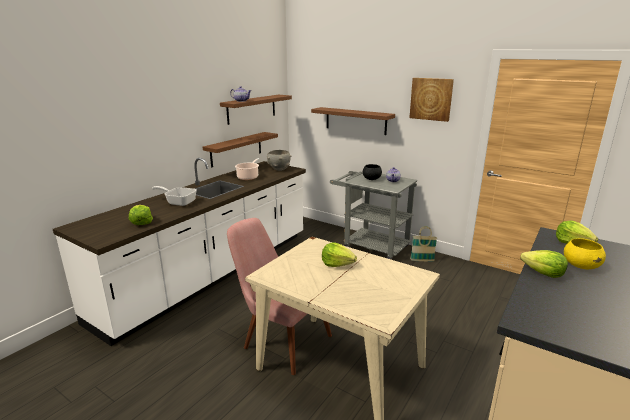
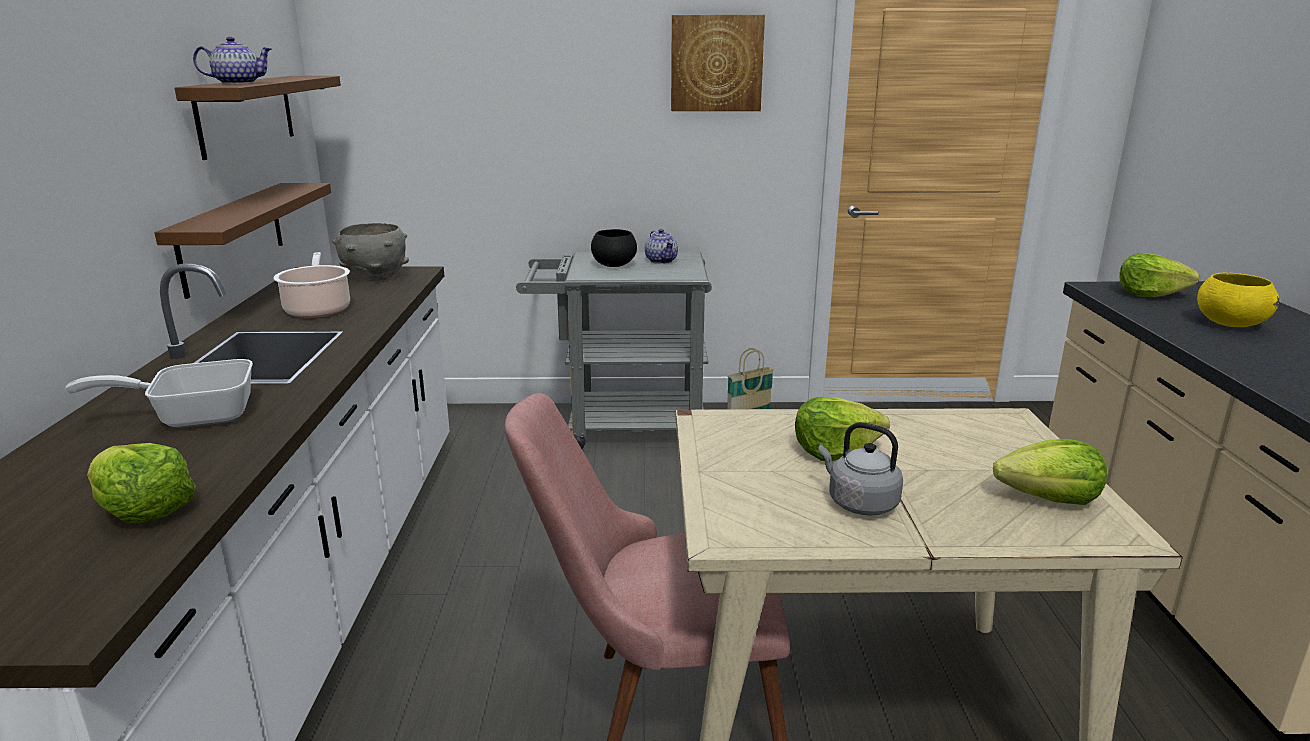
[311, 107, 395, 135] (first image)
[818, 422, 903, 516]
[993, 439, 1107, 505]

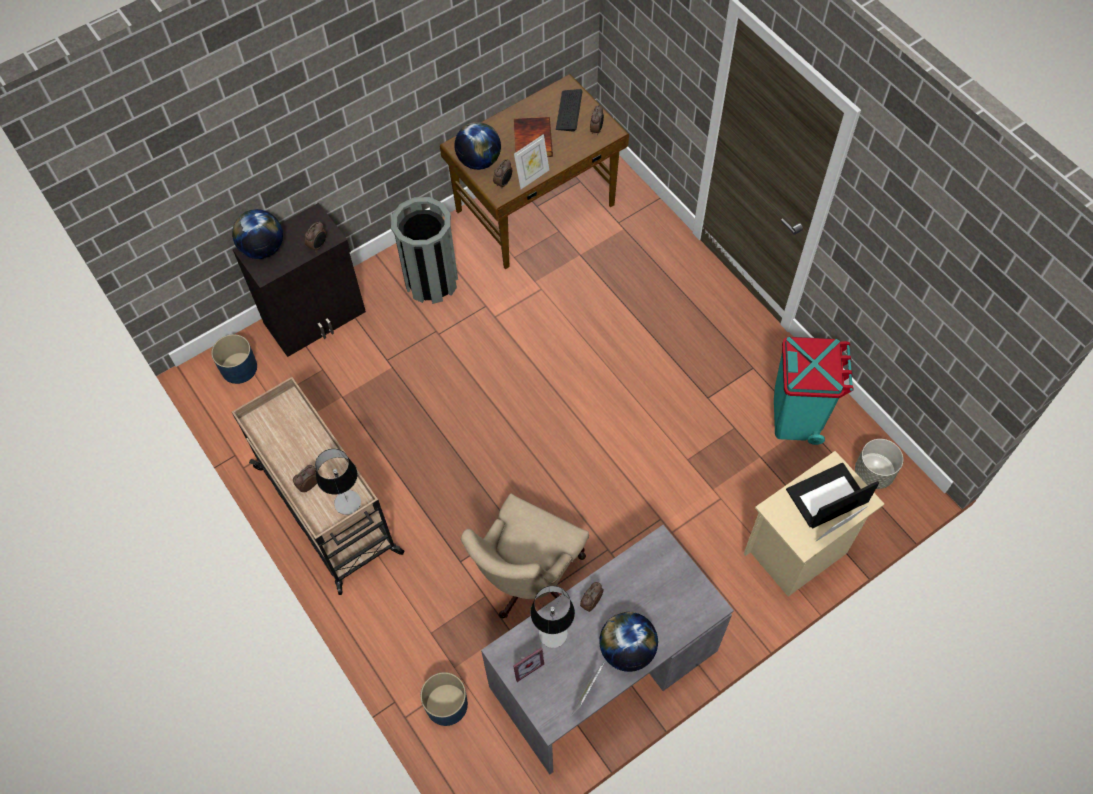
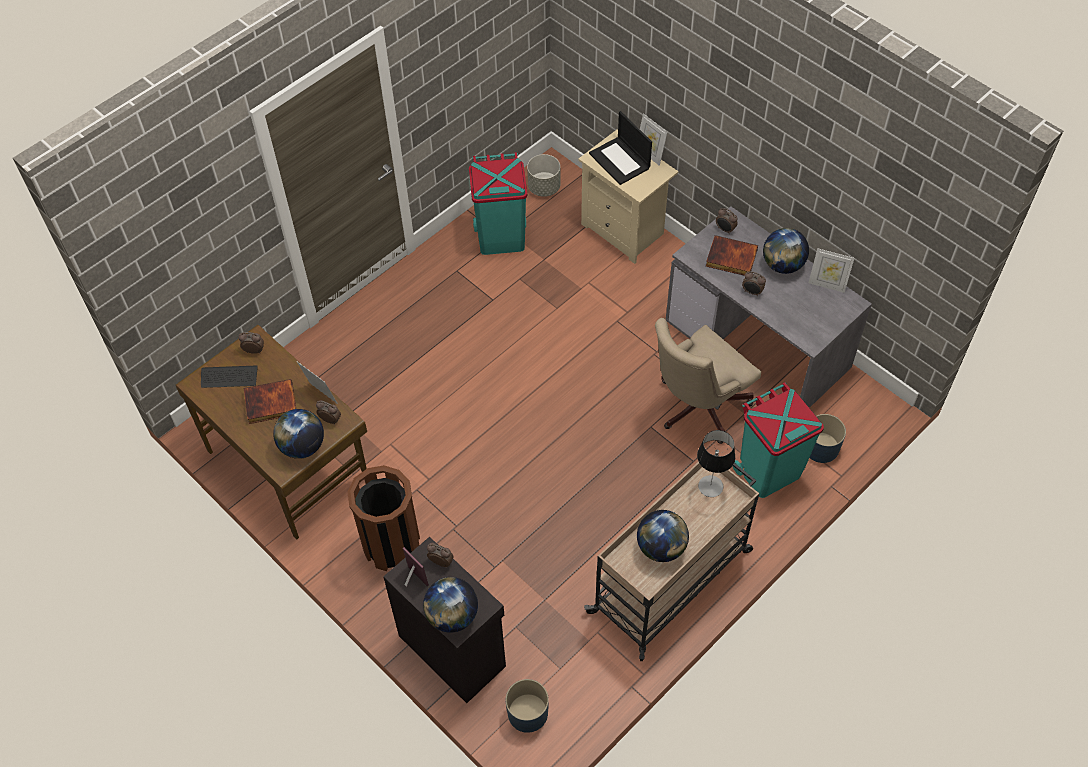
[530, 586, 575, 648] (first image)
[637, 510, 689, 562]
[706, 235, 758, 276]
[733, 382, 824, 498]
[716, 208, 738, 234]
[403, 547, 429, 587]
[347, 465, 420, 571]
[655, 318, 761, 444]

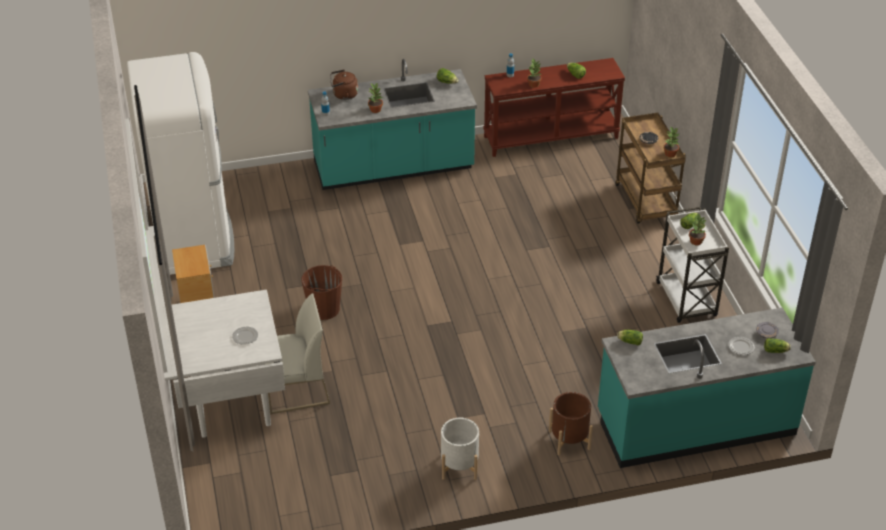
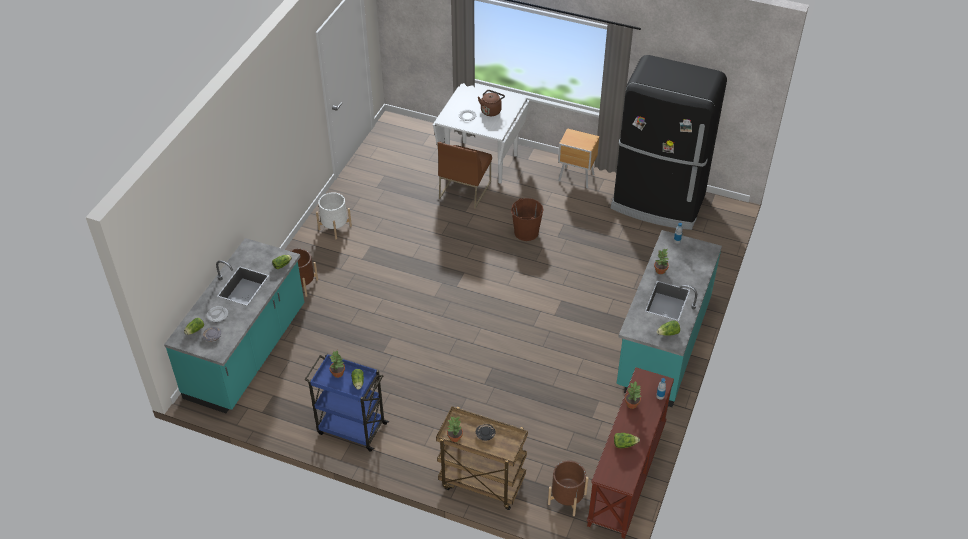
[548, 460, 589, 516]
[478, 90, 505, 116]
[611, 55, 727, 230]
[438, 142, 492, 209]
[304, 353, 389, 452]

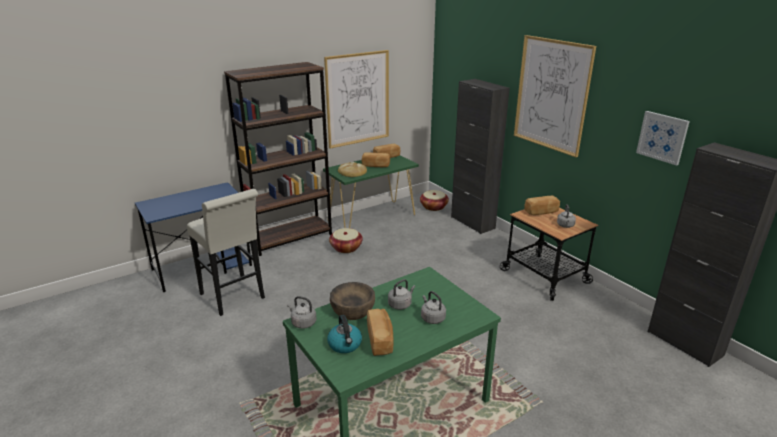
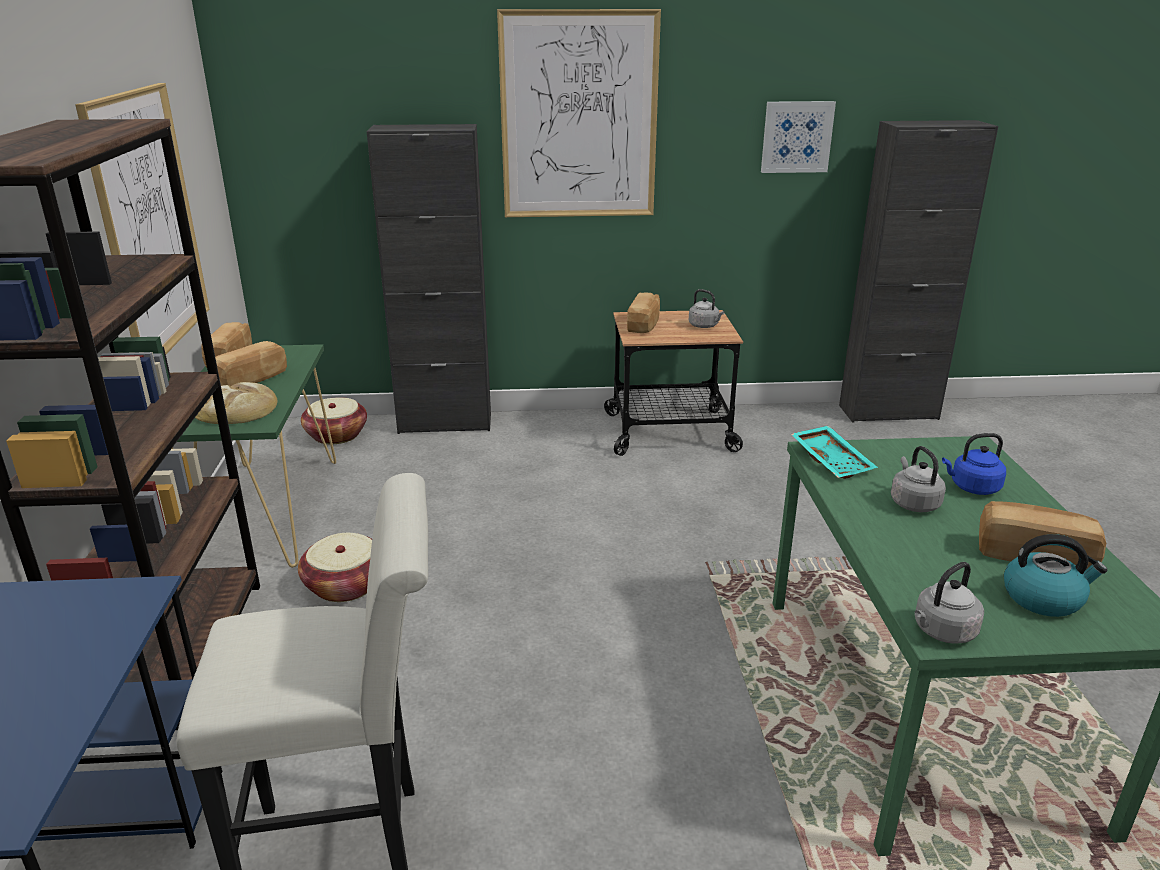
[330, 282, 375, 320] (first image)
[791, 426, 878, 479]
[942, 433, 1006, 495]

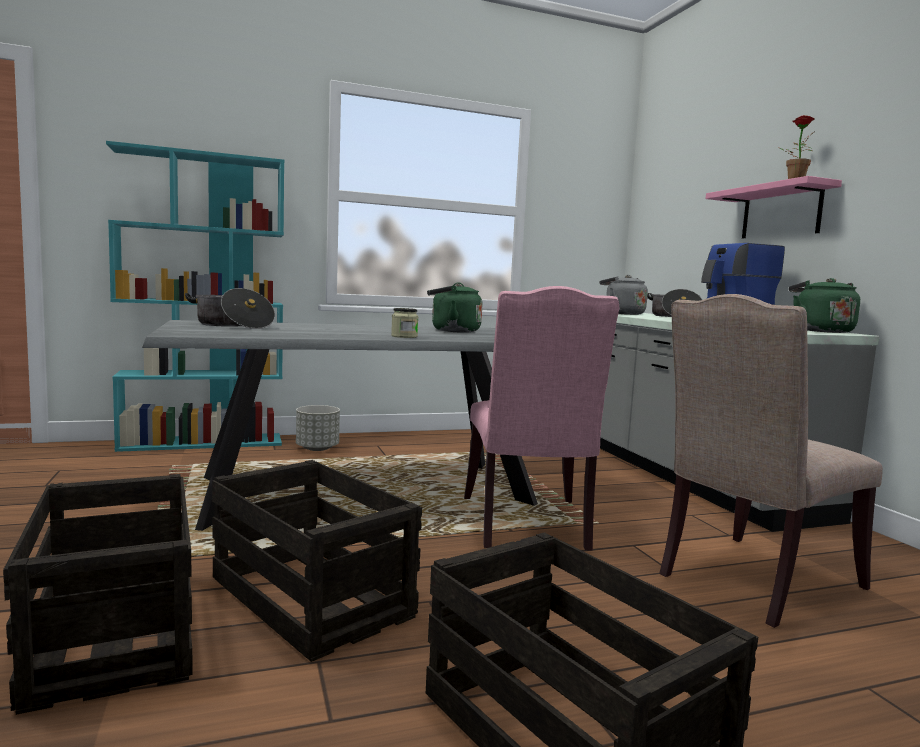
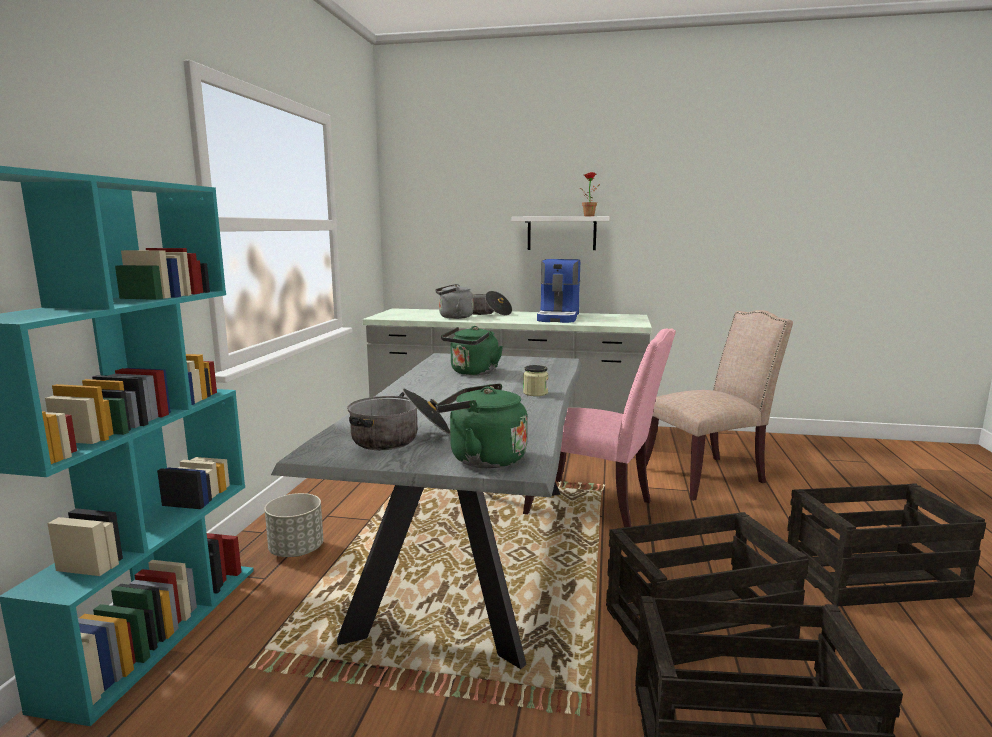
[436, 383, 527, 468]
[512, 216, 609, 250]
[646, 310, 793, 501]

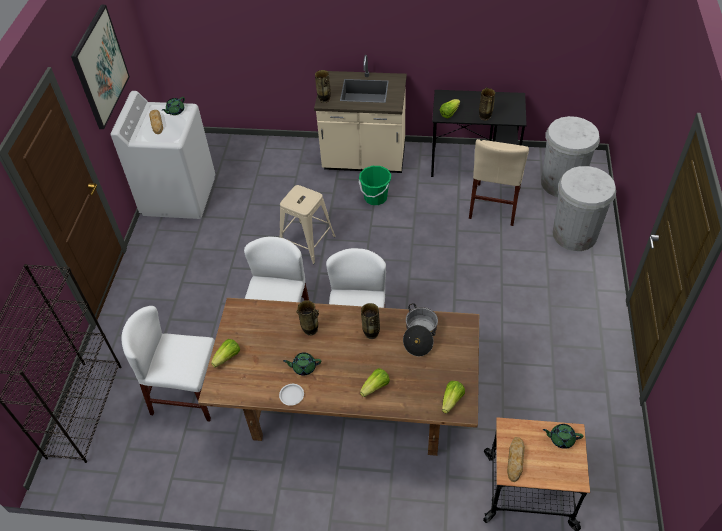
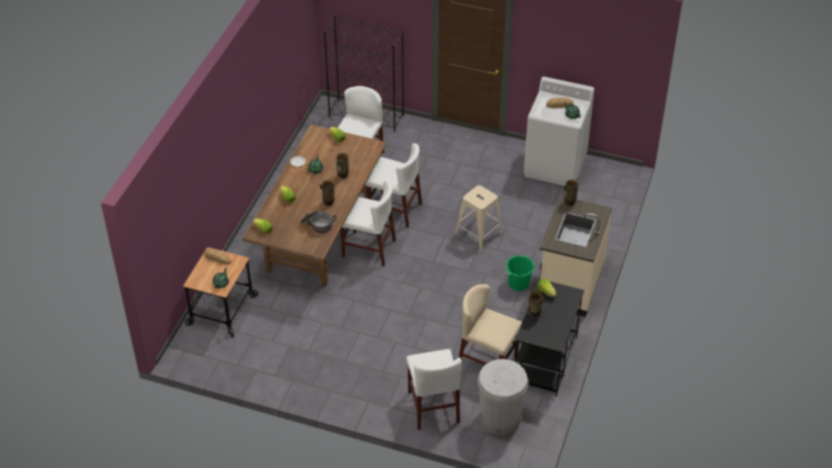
[71, 5, 130, 129] (first image)
[406, 349, 462, 430]

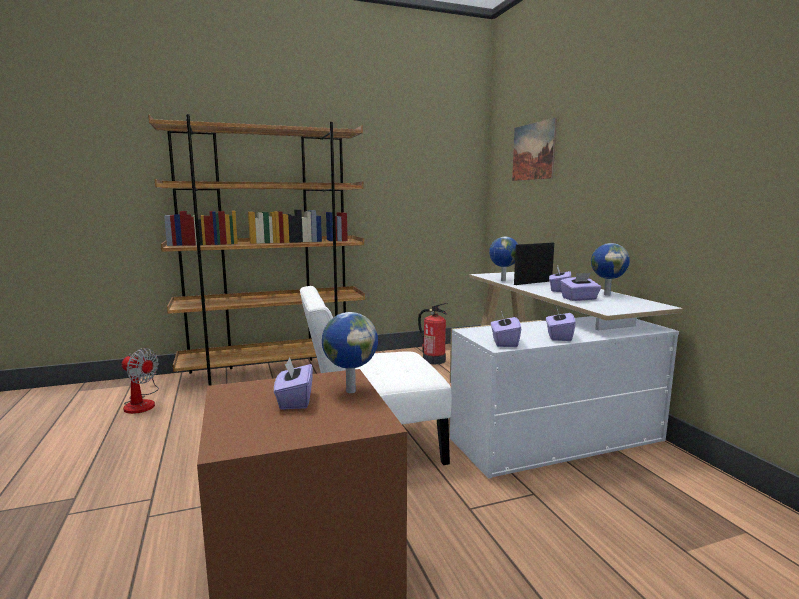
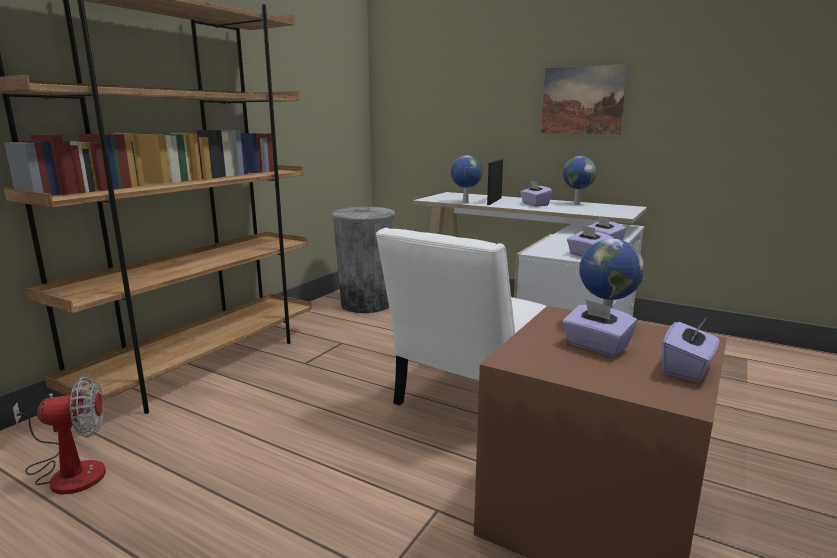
[541, 64, 628, 134]
[662, 319, 719, 382]
[332, 207, 395, 313]

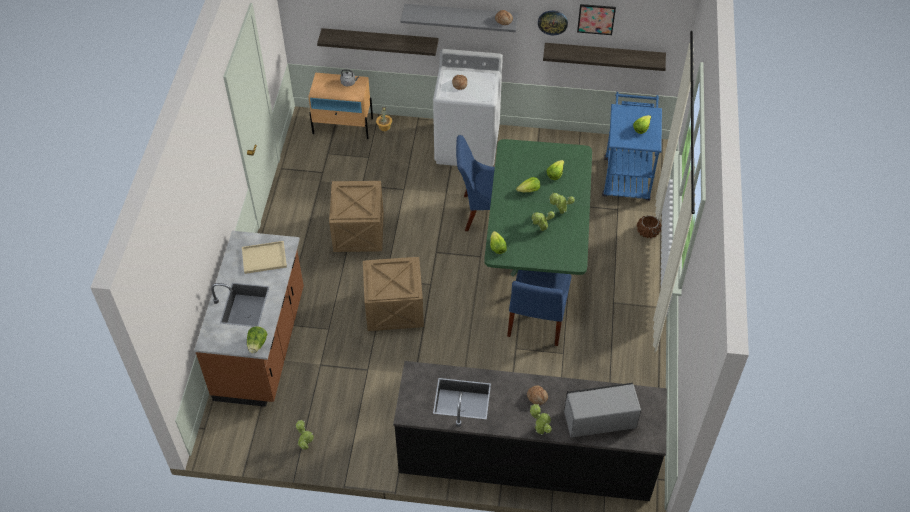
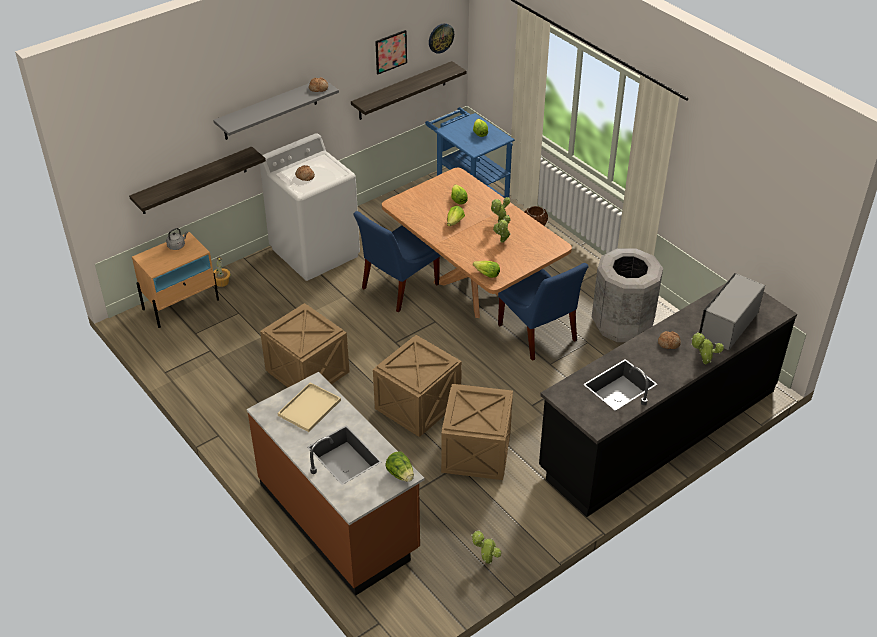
[441, 384, 513, 480]
[592, 249, 663, 342]
[429, 23, 454, 54]
[382, 168, 572, 318]

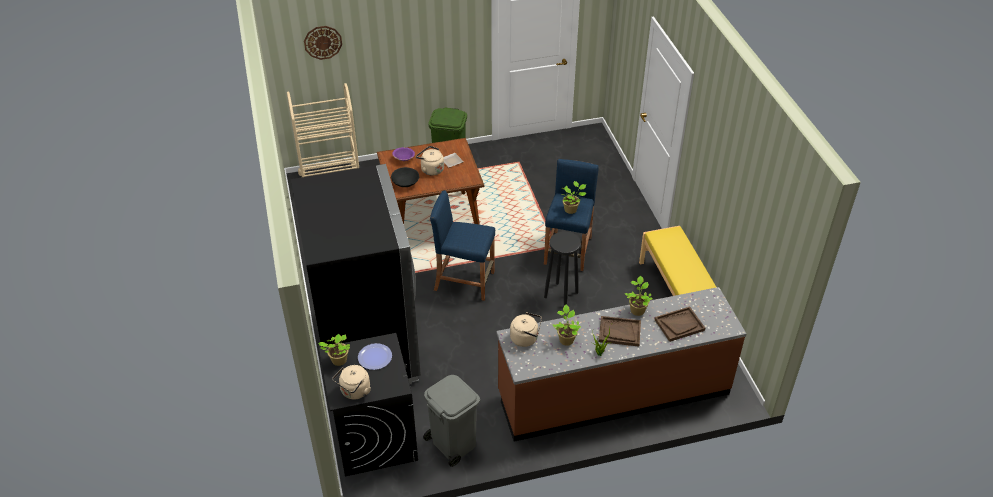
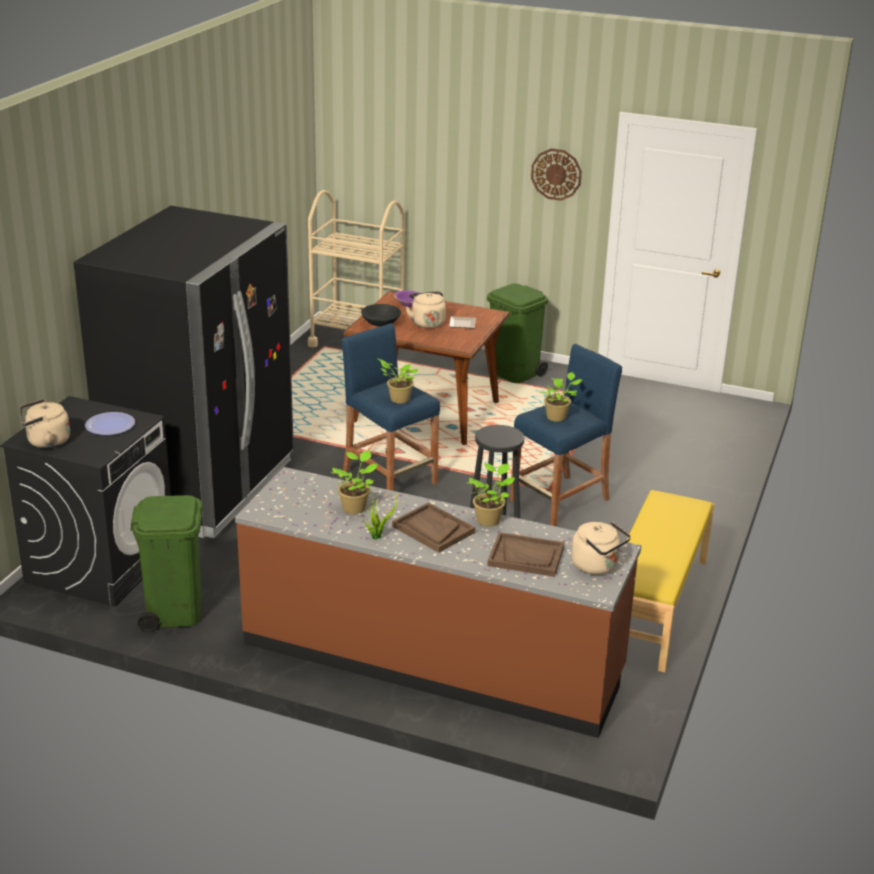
[531, 148, 582, 201]
[378, 359, 418, 404]
[572, 521, 631, 575]
[130, 495, 203, 632]

